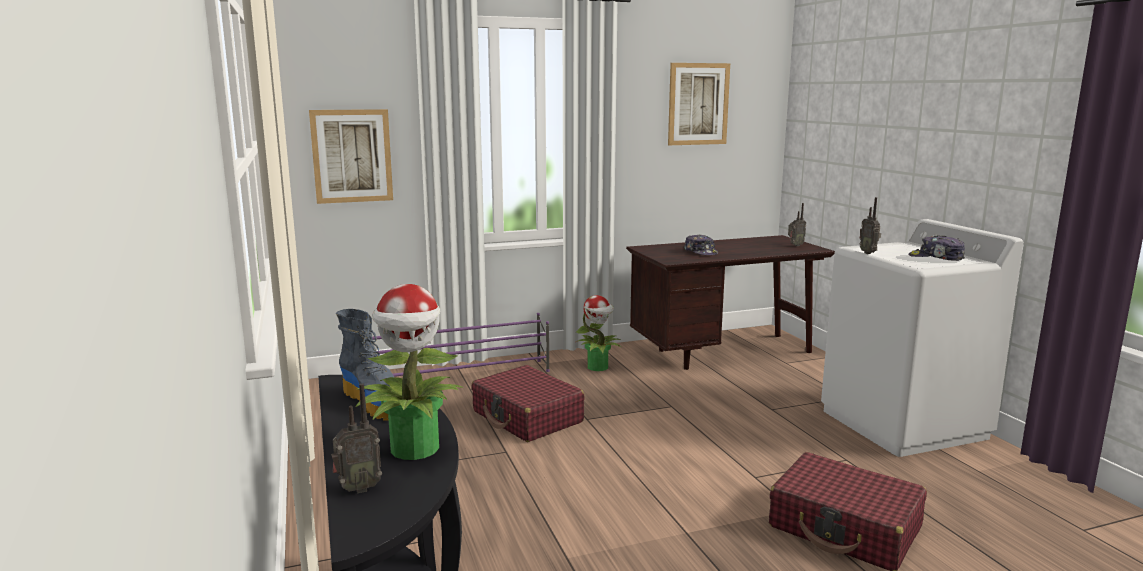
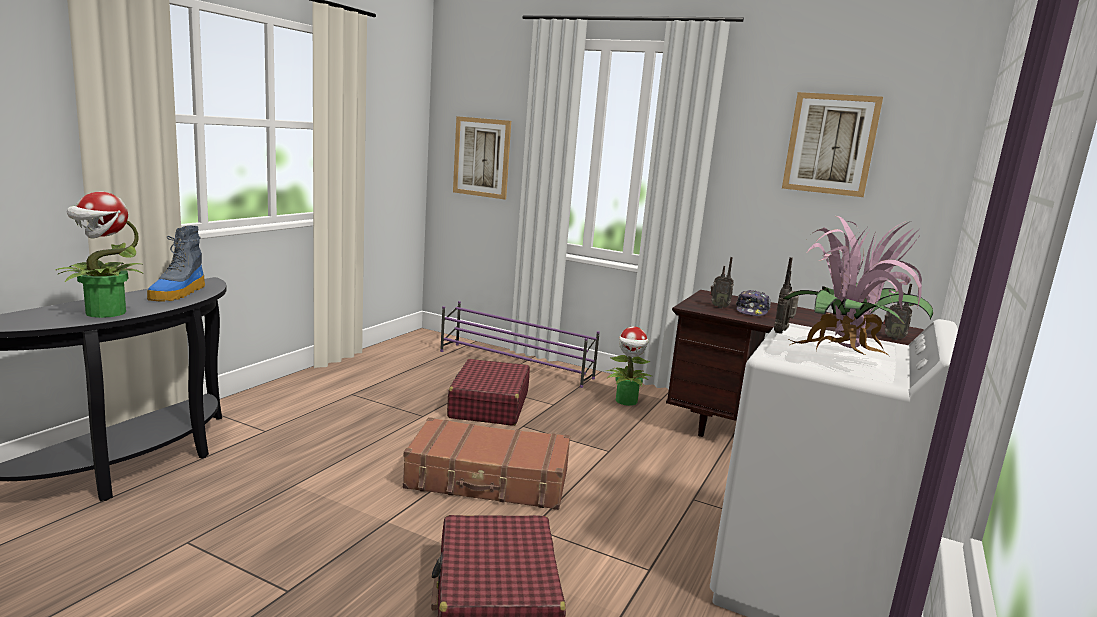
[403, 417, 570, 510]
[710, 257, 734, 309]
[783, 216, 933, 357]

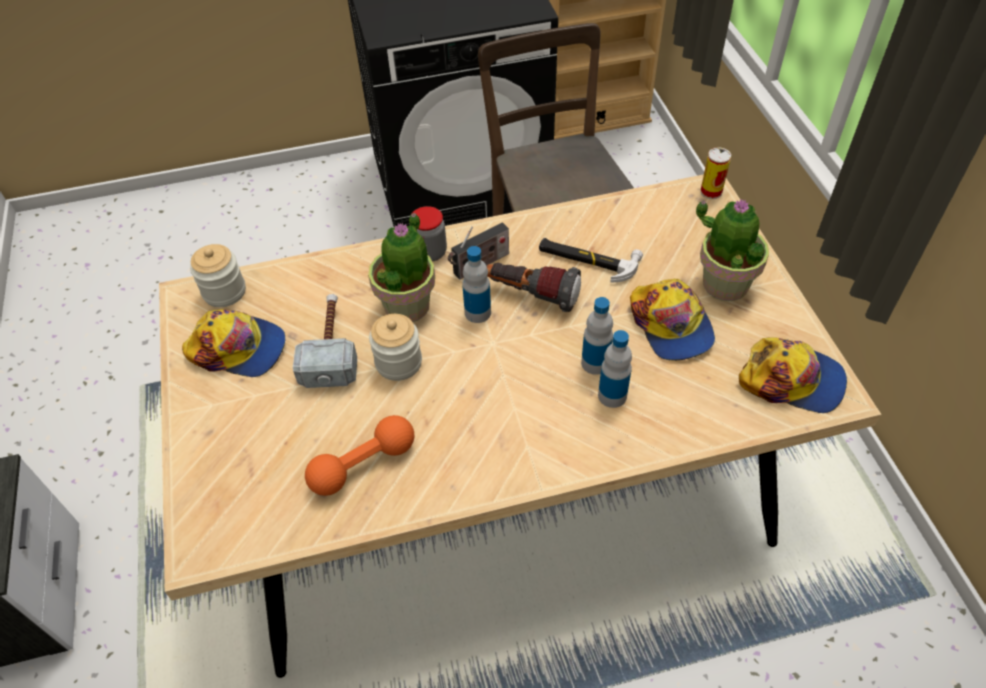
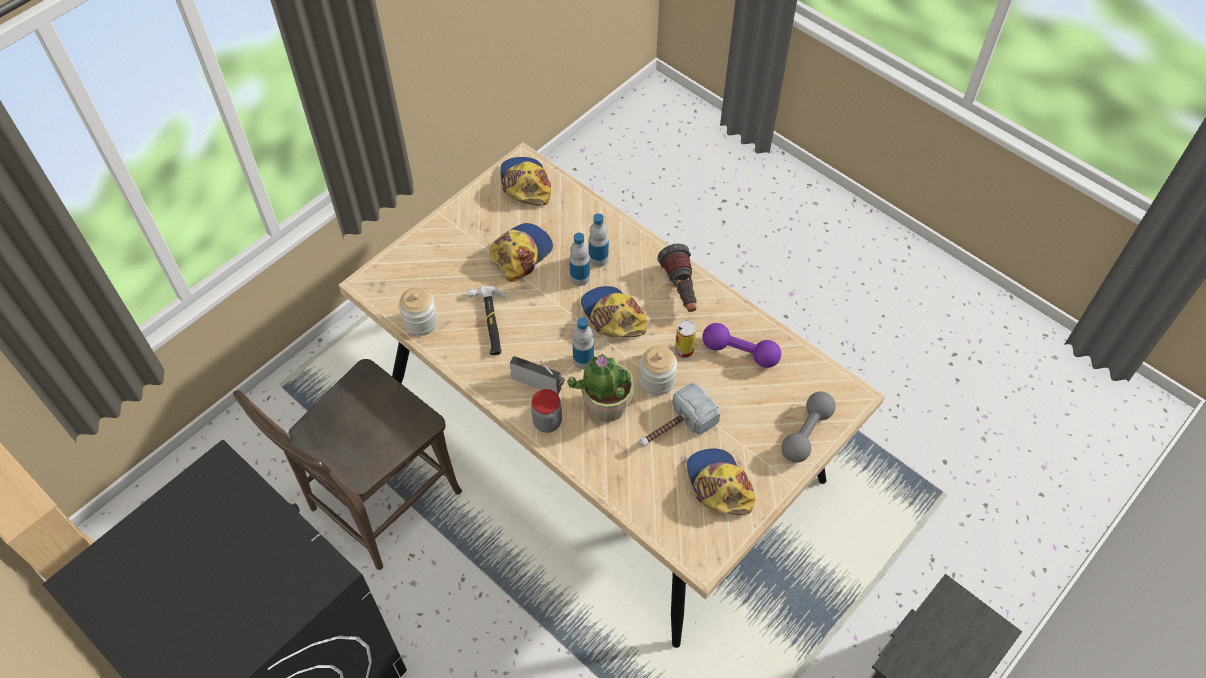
[696, 199, 769, 301] (first image)
[581, 286, 647, 337]
[782, 391, 836, 463]
[399, 287, 438, 336]
[658, 244, 697, 312]
[675, 319, 696, 359]
[703, 323, 781, 368]

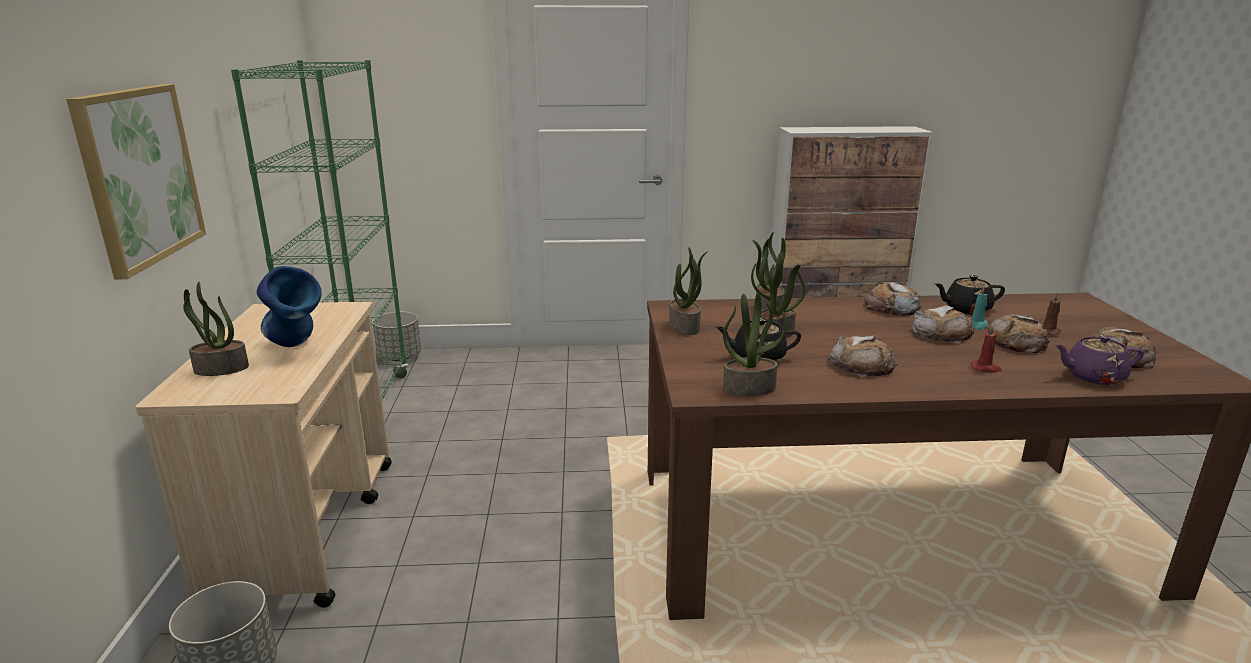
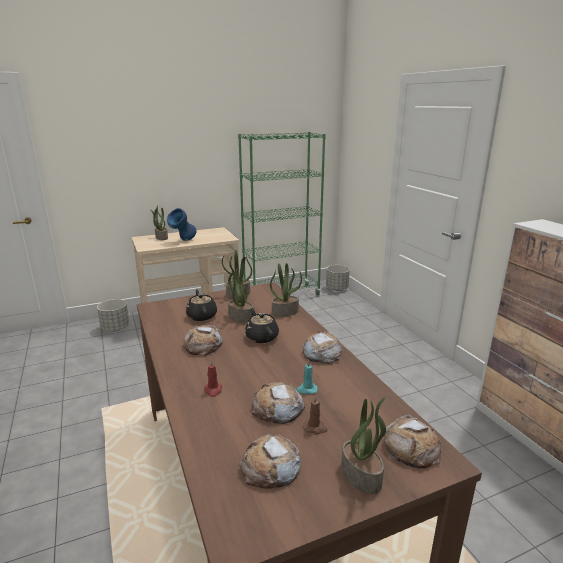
[66, 84, 206, 279] (first image)
[1055, 335, 1144, 385] (first image)
[341, 397, 386, 494]
[384, 415, 441, 468]
[245, 307, 279, 343]

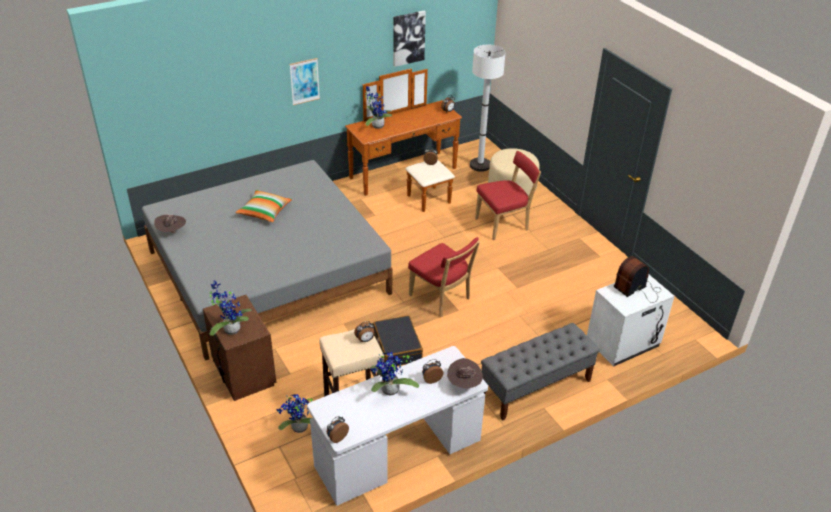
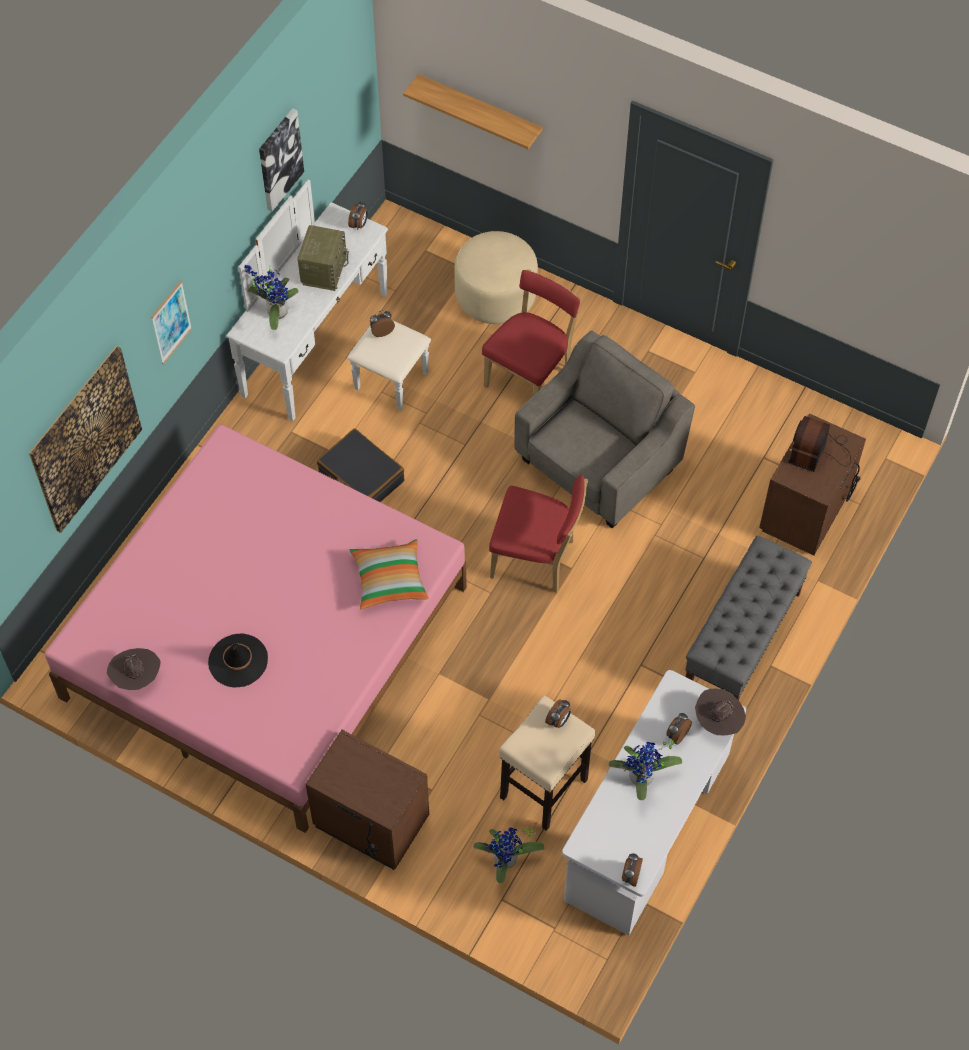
[209, 280, 252, 336] (first image)
[470, 45, 506, 172] (first image)
[29, 346, 142, 533]
[208, 634, 268, 688]
[297, 225, 349, 291]
[403, 74, 543, 149]
[514, 330, 695, 529]
[350, 539, 429, 610]
[317, 428, 404, 502]
[45, 425, 467, 833]
[226, 179, 431, 421]
[759, 413, 866, 555]

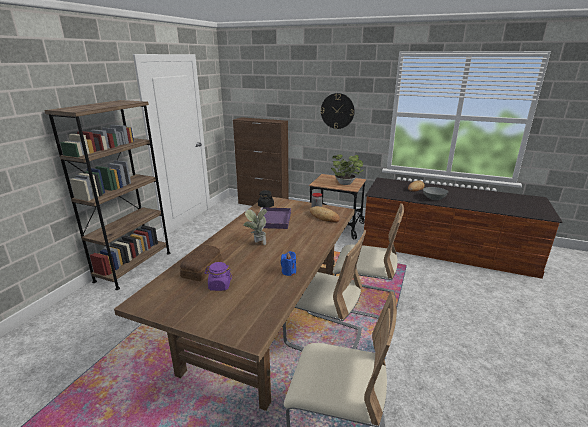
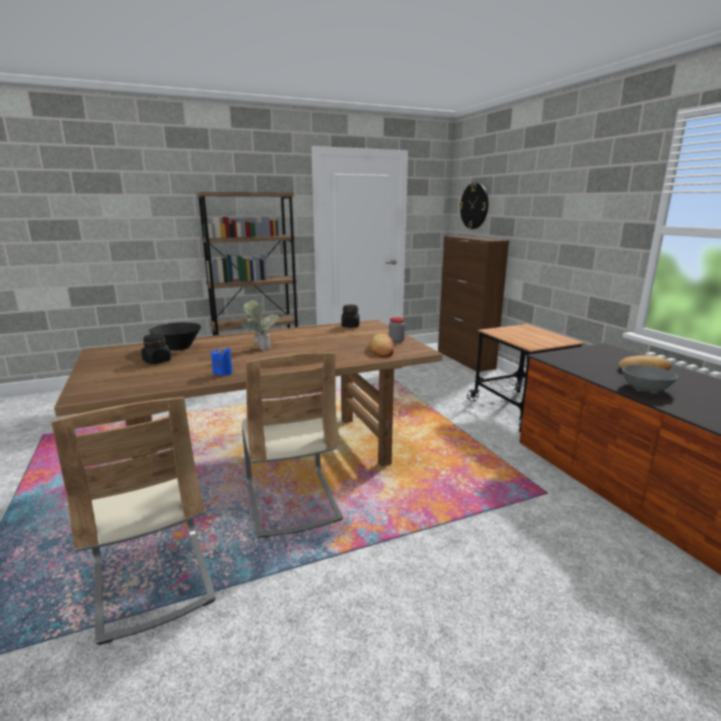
[259, 207, 291, 229] (first image)
[331, 154, 364, 185] (first image)
[333, 203, 404, 318] (first image)
[459, 183, 488, 229]
[149, 322, 201, 351]
[141, 334, 171, 364]

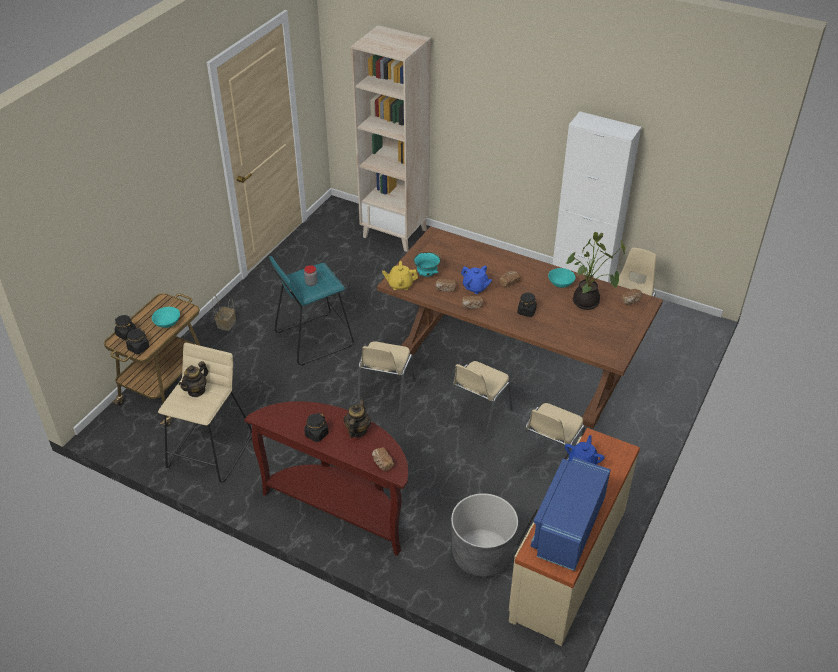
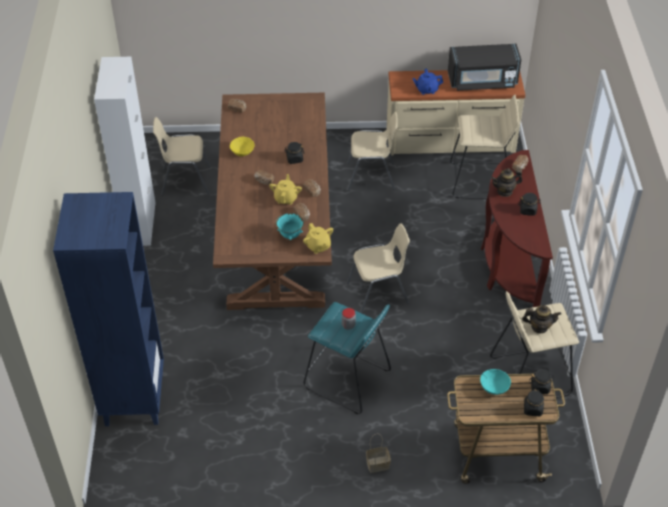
[445, 361, 513, 444] (first image)
[565, 232, 625, 310] (first image)
[450, 94, 519, 198]
[53, 192, 164, 426]
[269, 174, 302, 205]
[448, 44, 521, 91]
[230, 137, 255, 156]

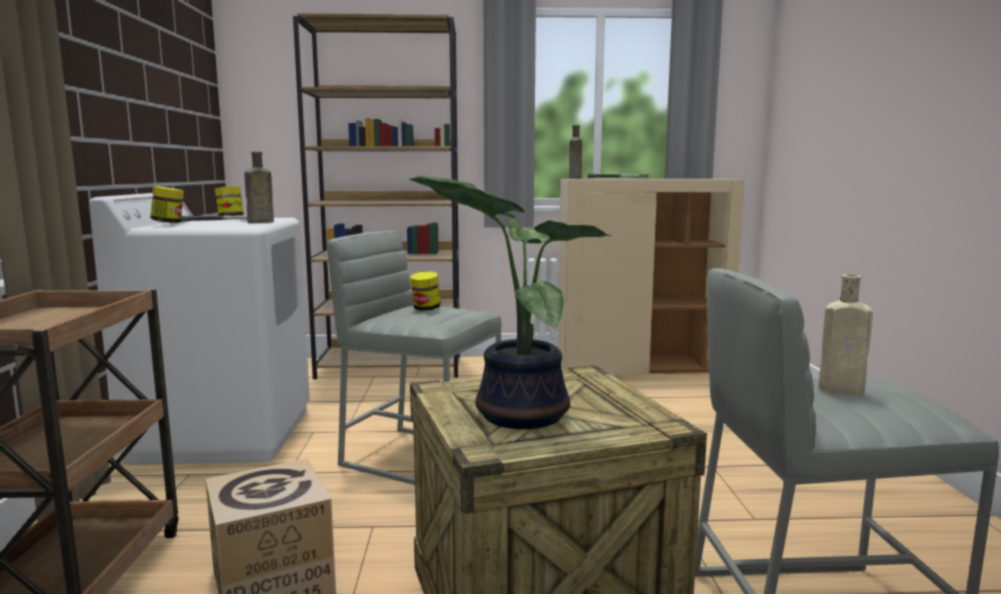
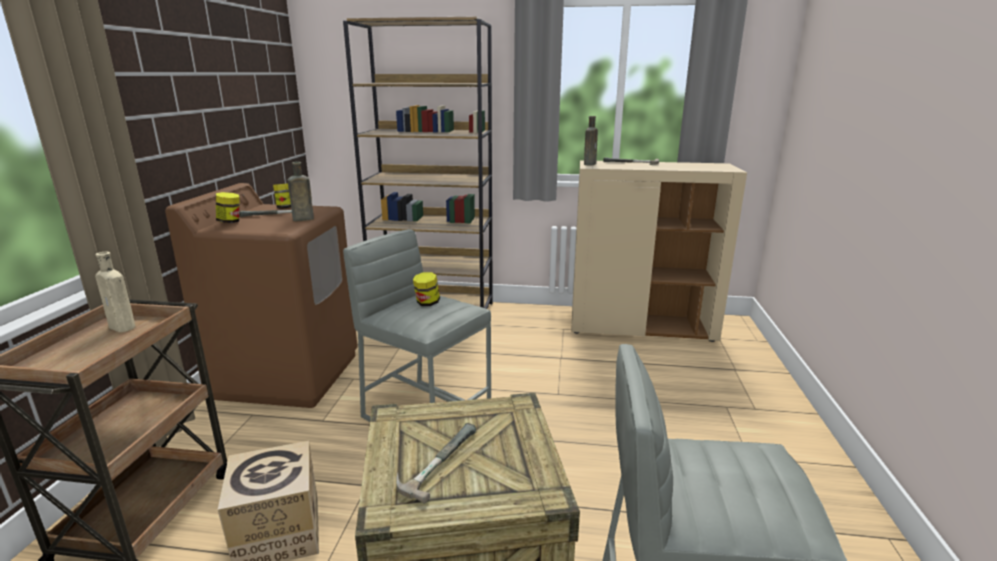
[95, 252, 135, 332]
[396, 423, 476, 504]
[165, 183, 358, 408]

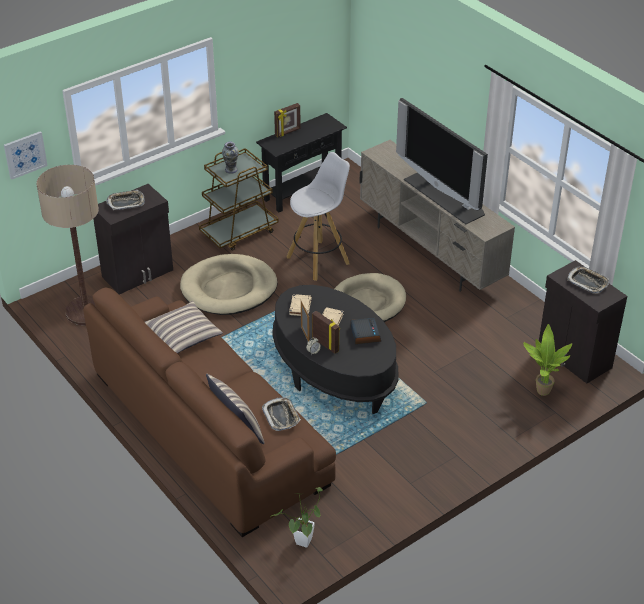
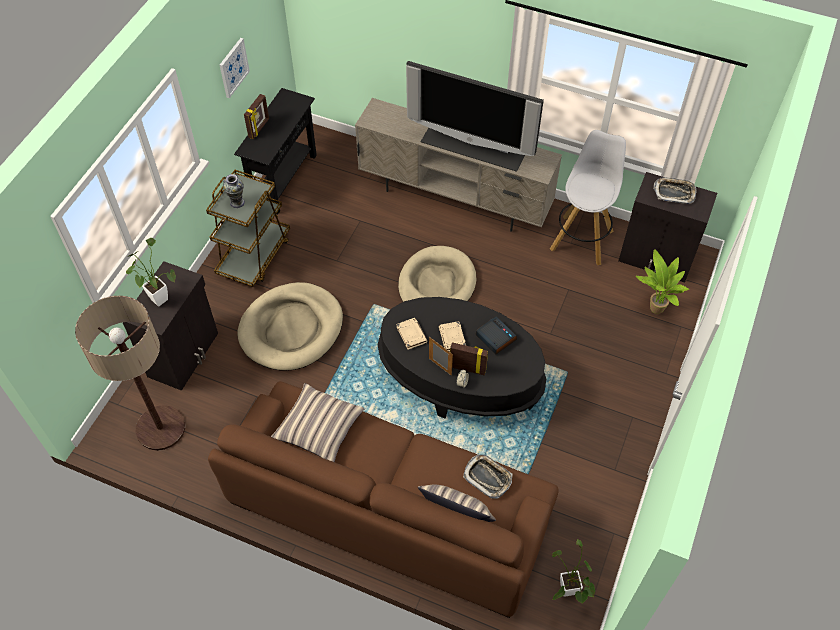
[220, 38, 250, 98]
[550, 130, 626, 265]
[126, 238, 176, 306]

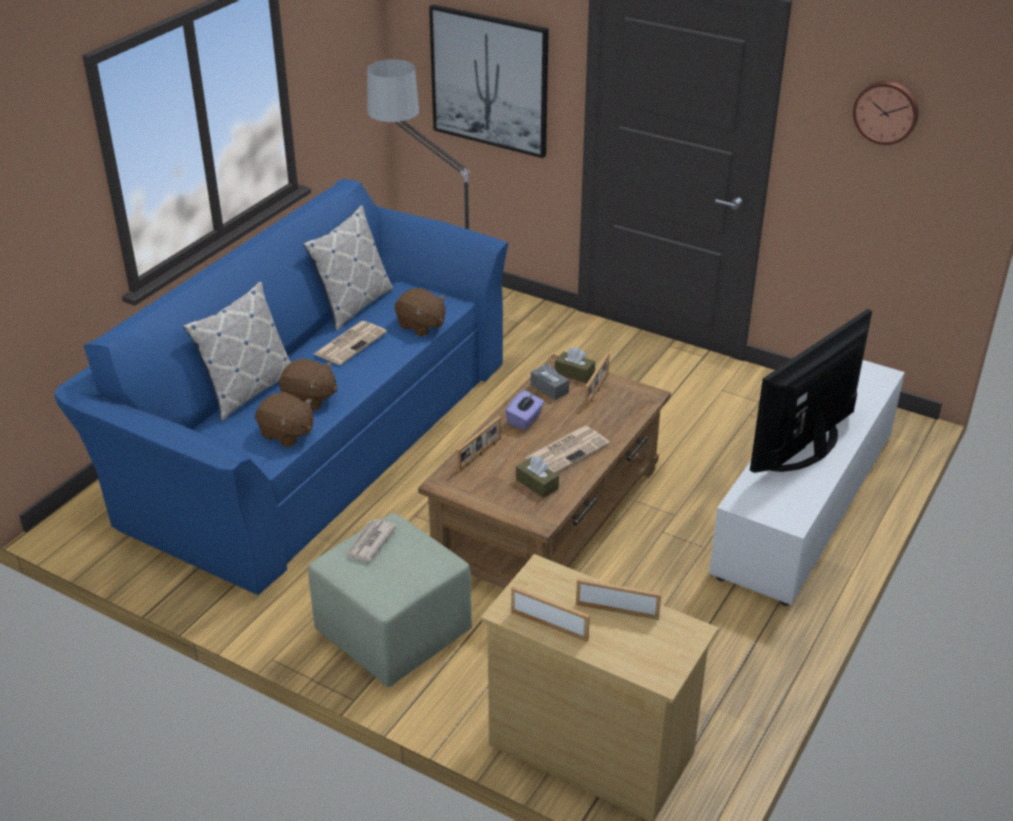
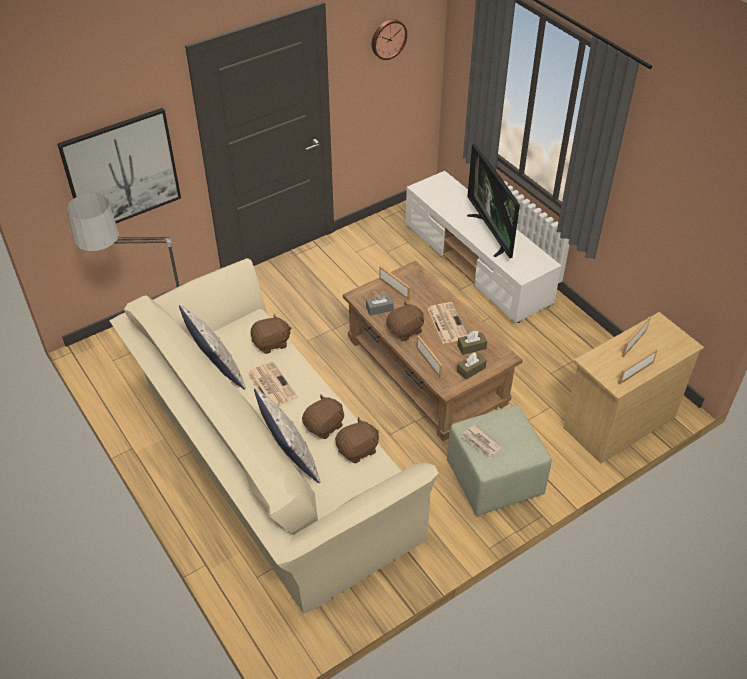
[457, 352, 487, 380]
[386, 301, 424, 341]
[109, 258, 438, 614]

